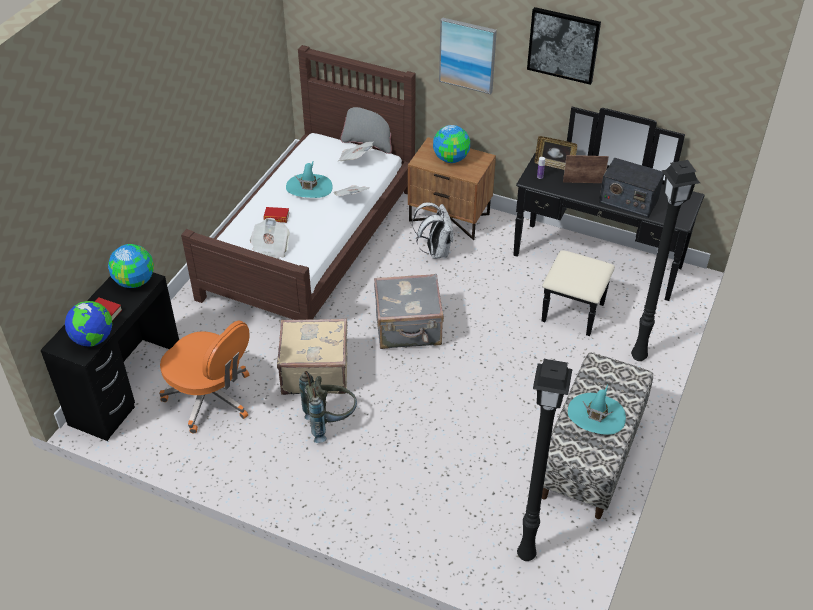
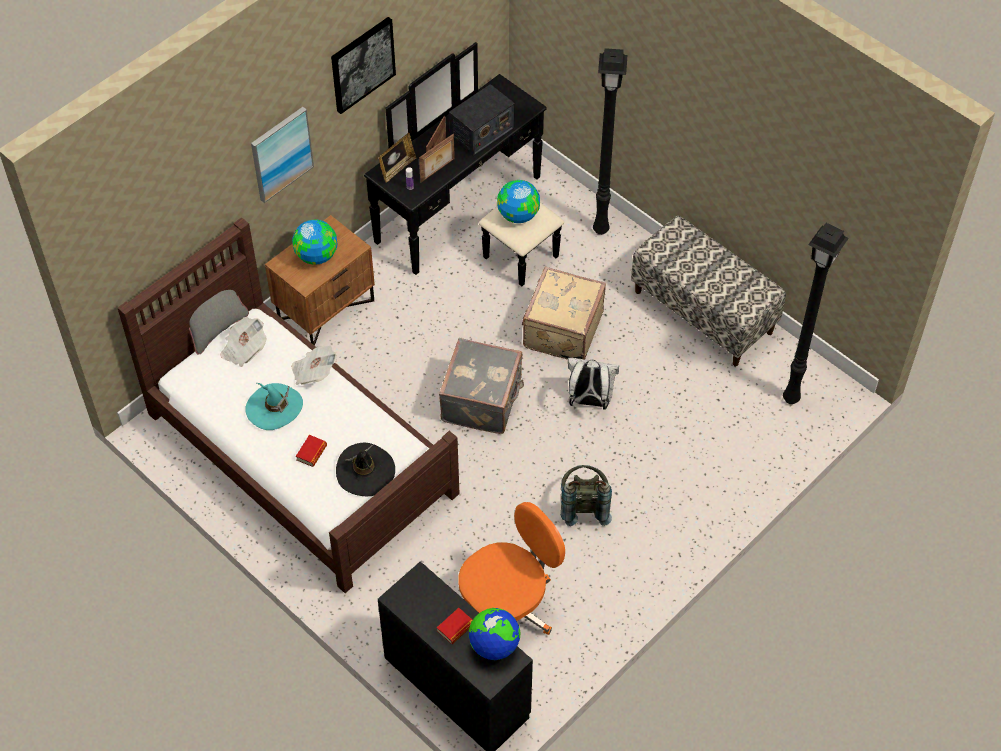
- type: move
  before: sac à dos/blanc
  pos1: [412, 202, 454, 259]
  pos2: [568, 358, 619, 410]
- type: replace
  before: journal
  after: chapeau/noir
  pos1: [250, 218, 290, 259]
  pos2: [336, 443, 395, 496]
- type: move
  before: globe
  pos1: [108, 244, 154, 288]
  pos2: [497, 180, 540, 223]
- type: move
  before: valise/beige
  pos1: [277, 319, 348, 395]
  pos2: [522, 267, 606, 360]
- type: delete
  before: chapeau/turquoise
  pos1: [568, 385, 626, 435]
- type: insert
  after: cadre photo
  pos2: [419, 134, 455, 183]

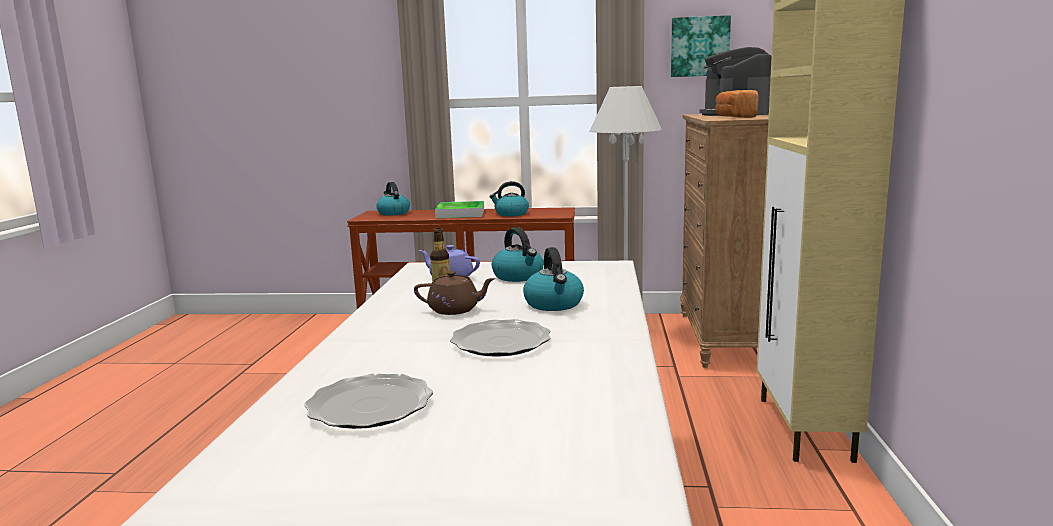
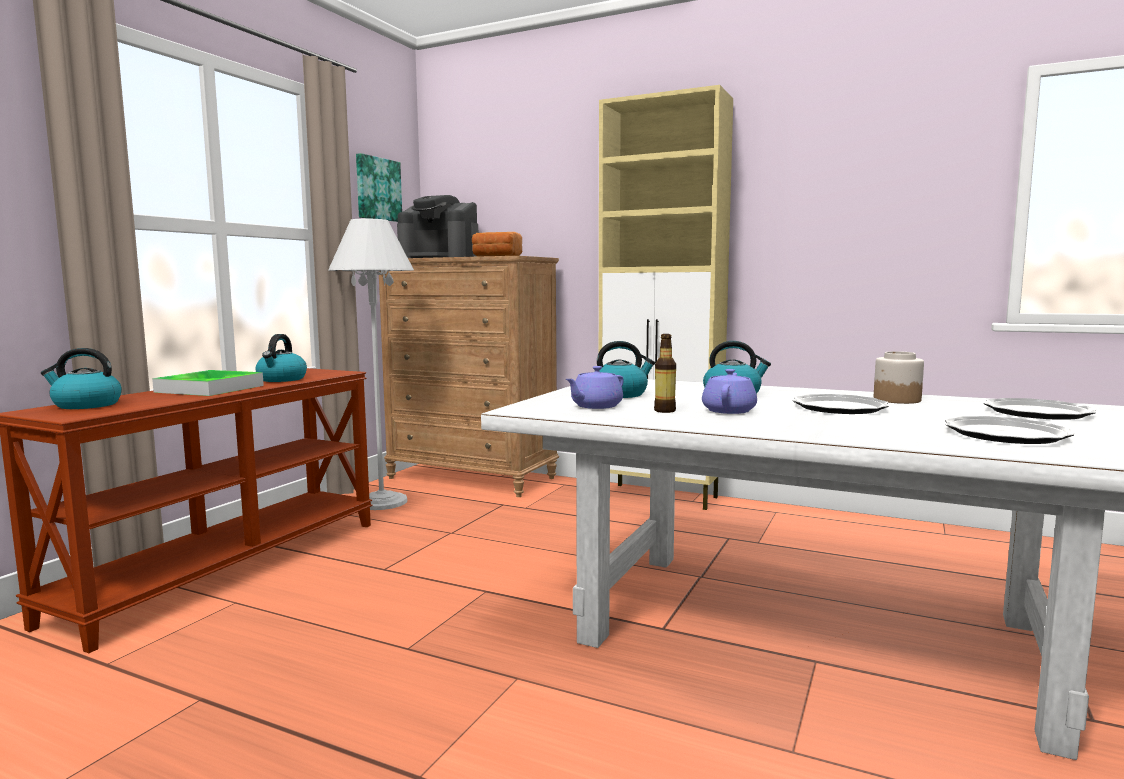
- type: recolor
  before: théière/marron
  after: théière/violet
  pos1: [414, 271, 496, 315]
  pos2: [702, 369, 757, 414]
- type: insert
  after: bocal
  pos2: [874, 351, 924, 404]
- type: insert
  after: assiette
  pos2: [983, 398, 1097, 420]

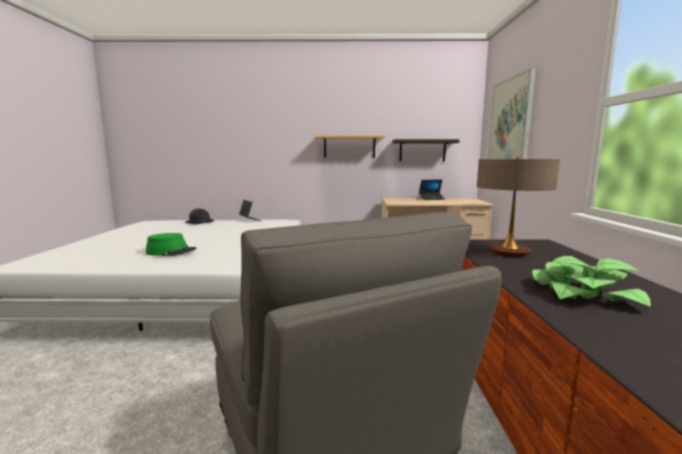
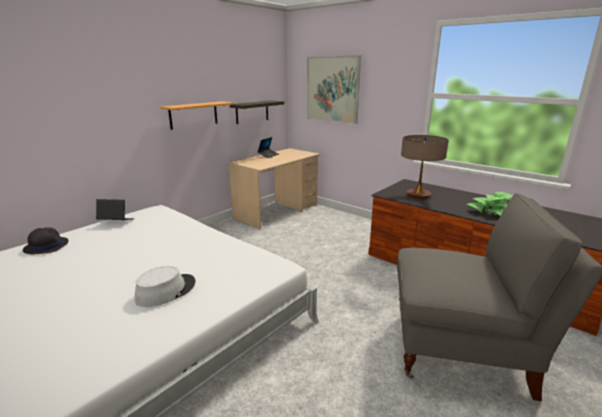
- type: recolor
  before: chapeau/vert
  after: chapeau/gris
  pos1: [146, 233, 196, 256]
  pos2: [135, 266, 195, 307]

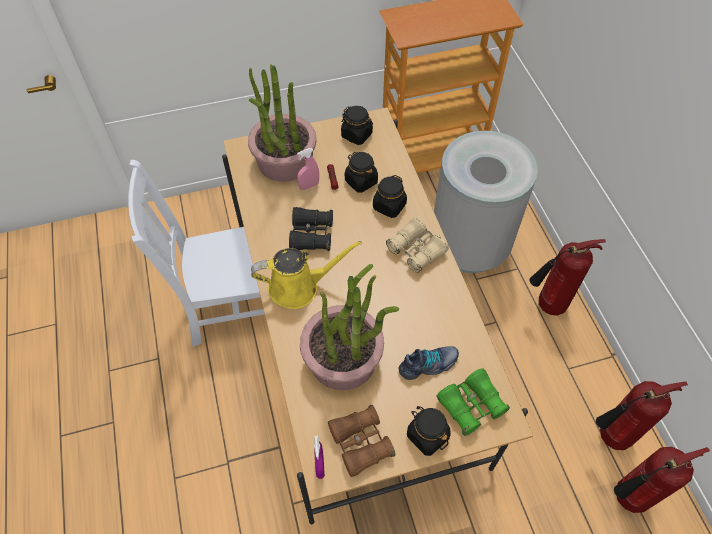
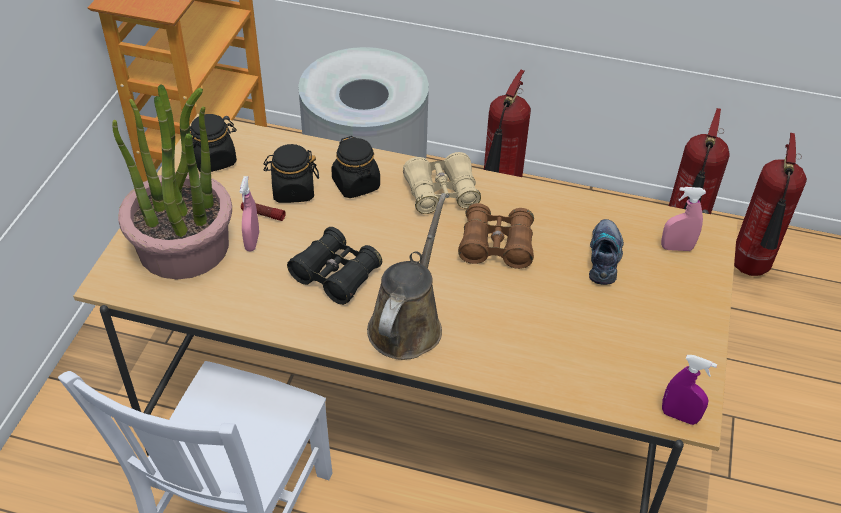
- type: recolor
  before: arrosoir/jaune
  after: arrosoir/marron
  pos1: [251, 241, 362, 309]
  pos2: [367, 193, 447, 360]
- type: delete
  before: plante en pot
  pos1: [300, 264, 399, 390]
- type: replace
  before: jumelles/vert
  after: vaporisateur/rose
  pos1: [437, 368, 510, 436]
  pos2: [661, 187, 706, 251]
- type: move
  before: jumelles/marron
  pos1: [328, 405, 395, 477]
  pos2: [458, 203, 534, 269]
- type: delete
  before: bocal/noir
  pos1: [407, 406, 451, 456]

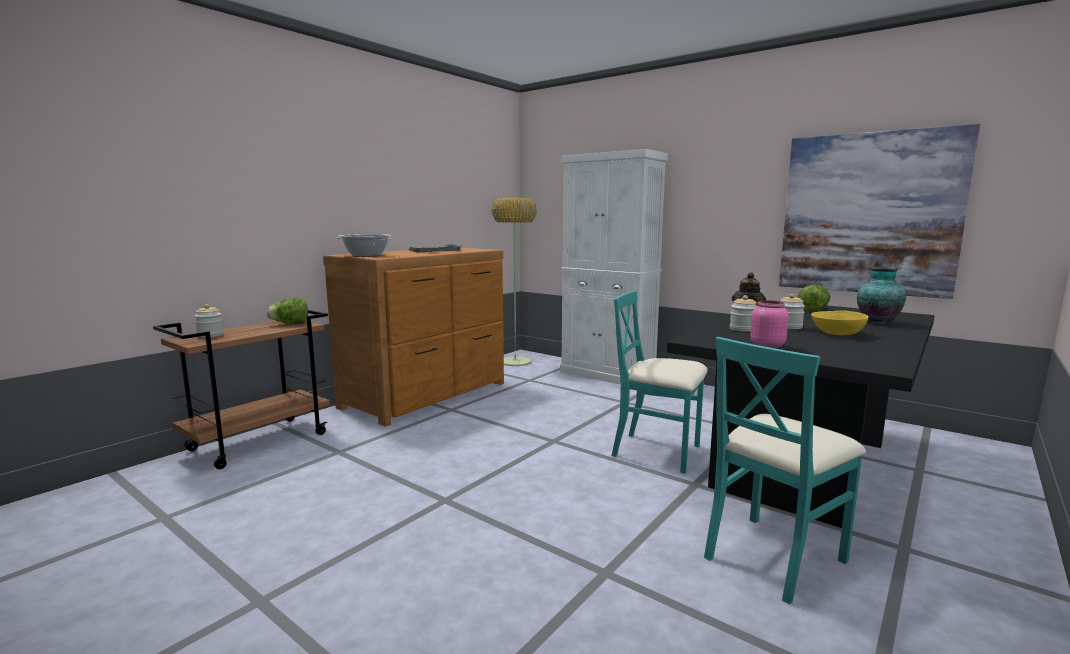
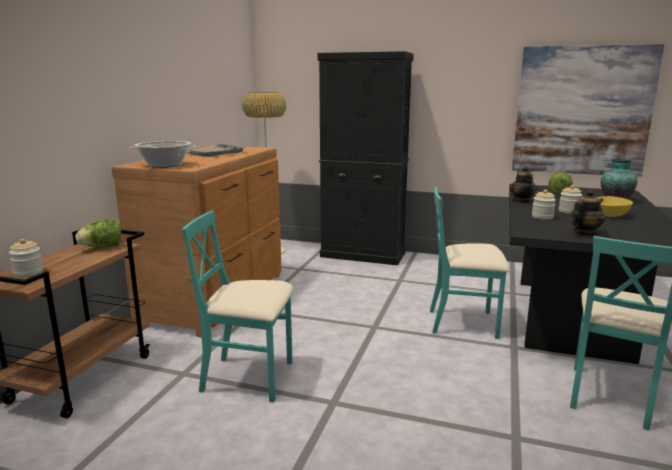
- type: recolor
  before: meuble de rangement/blanc
  after: meuble de rangement/noir
  pos1: [560, 149, 668, 385]
  pos2: [318, 51, 414, 265]
- type: replace
  before: bocal/rose
  after: théière
  pos1: [750, 300, 789, 349]
  pos2: [570, 189, 605, 235]
- type: insert
  after: chaise/turquoise
  pos2: [182, 211, 293, 403]

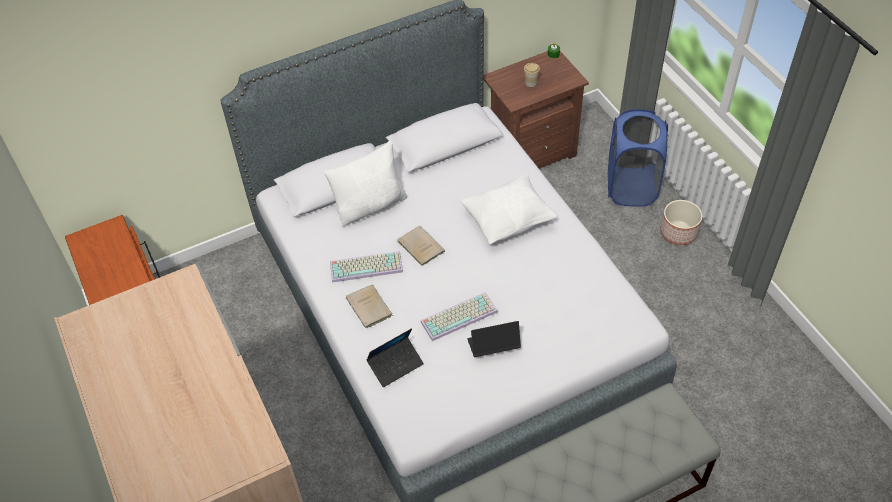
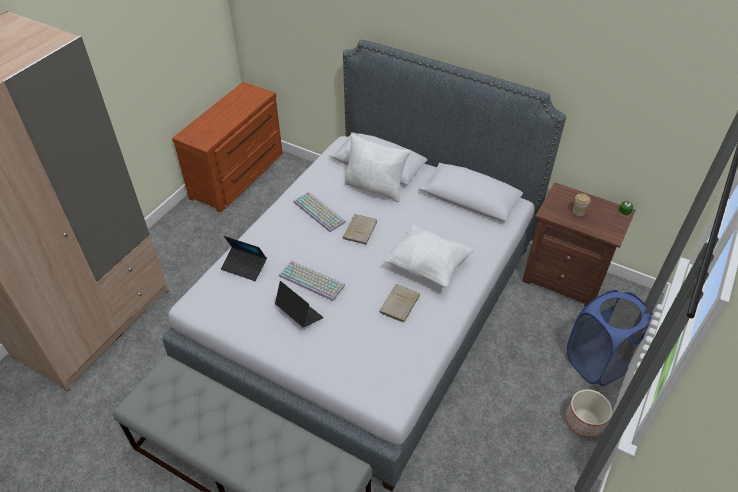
- type: move
  before: livre/beige
  pos1: [346, 284, 393, 328]
  pos2: [380, 284, 420, 323]

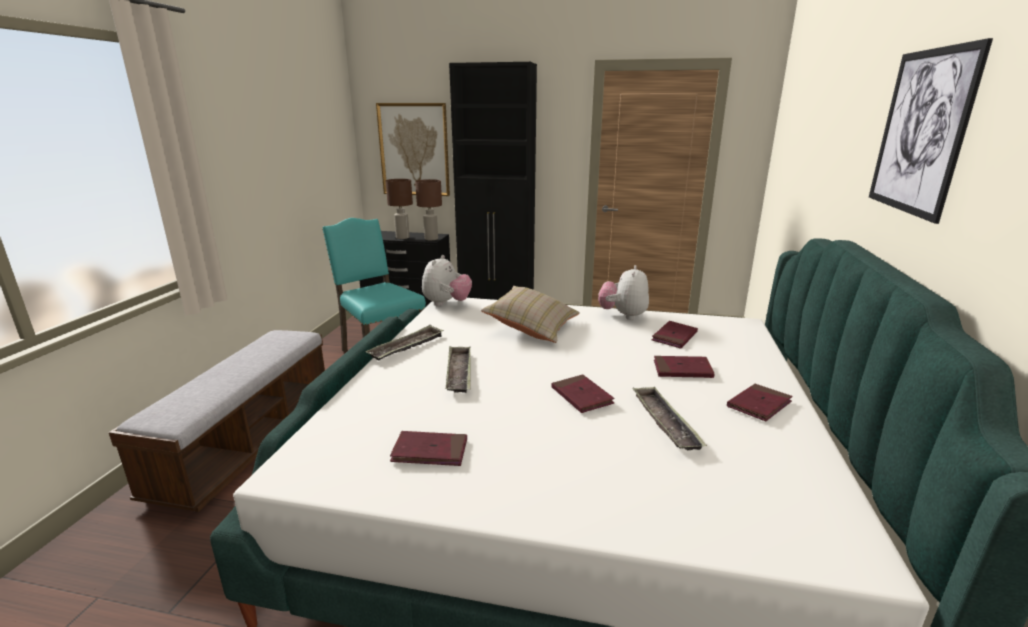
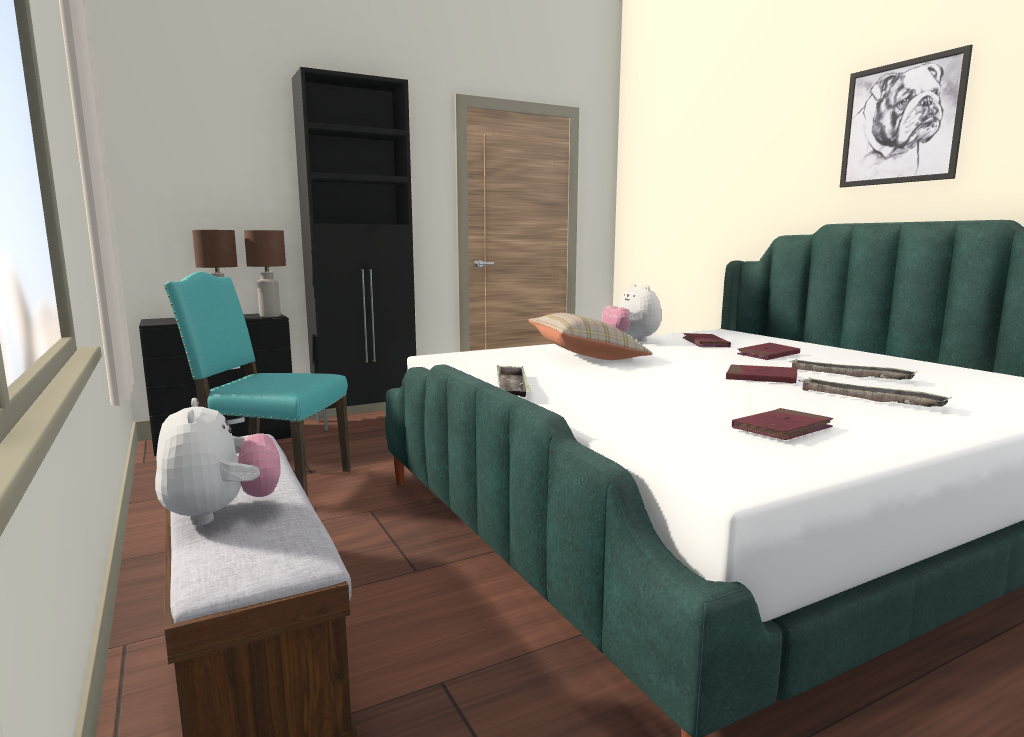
- type: delete
  before: tableau
  pos1: [376, 103, 450, 196]
- type: move
  before: peluche
  pos1: [422, 255, 472, 306]
  pos2: [155, 398, 281, 525]
- type: move
  before: plateau
  pos1: [446, 346, 470, 393]
  pos2: [799, 378, 952, 407]
- type: delete
  before: livre/rouge
  pos1: [727, 384, 793, 421]

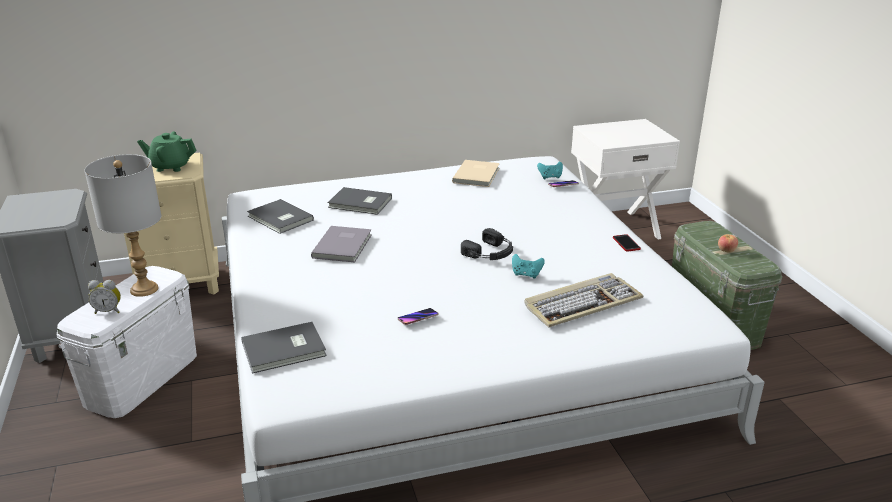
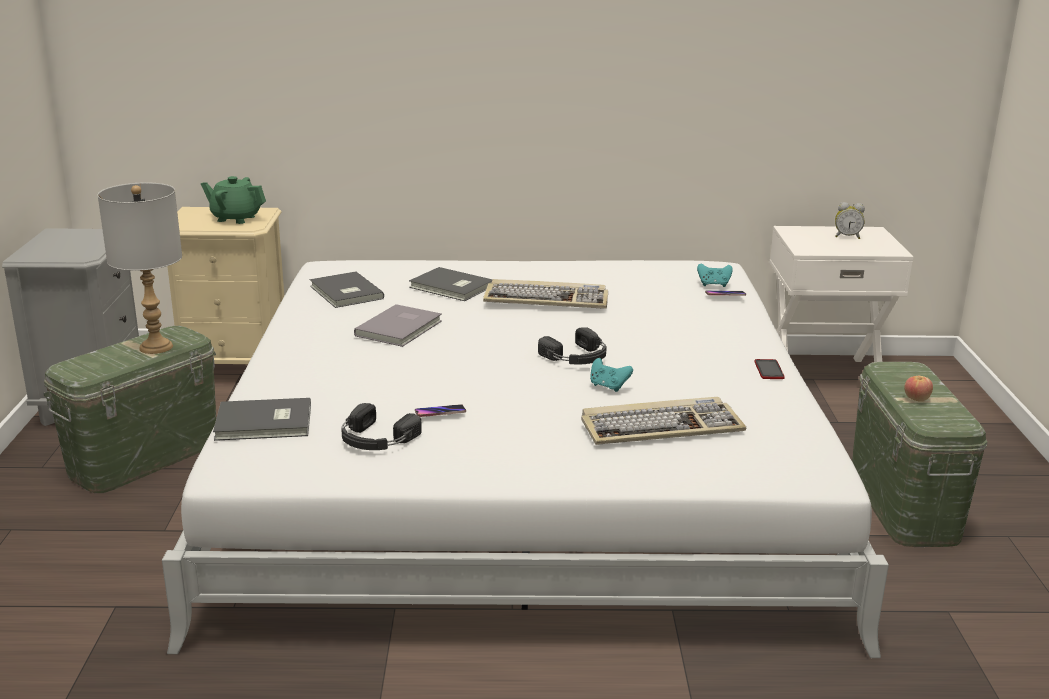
- type: delete
  before: livre/beige
  pos1: [452, 160, 500, 187]
- type: recolor
  before: boîte de rangement/blanc
  after: boîte de rangement/vert
  pos1: [57, 266, 197, 418]
  pos2: [43, 326, 216, 493]
- type: move
  before: réveil
  pos1: [88, 280, 121, 314]
  pos2: [835, 202, 865, 239]
- type: insert
  after: clavier
  pos2: [483, 279, 608, 309]
- type: insert
  after: casque audio/noir
  pos2: [341, 403, 422, 450]

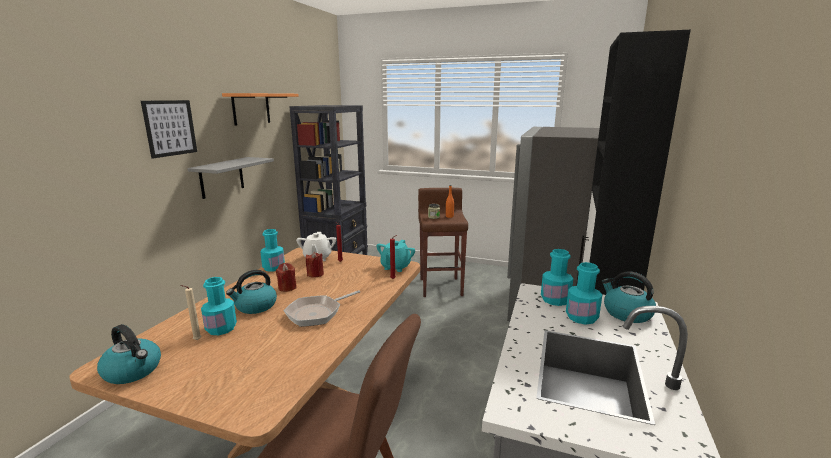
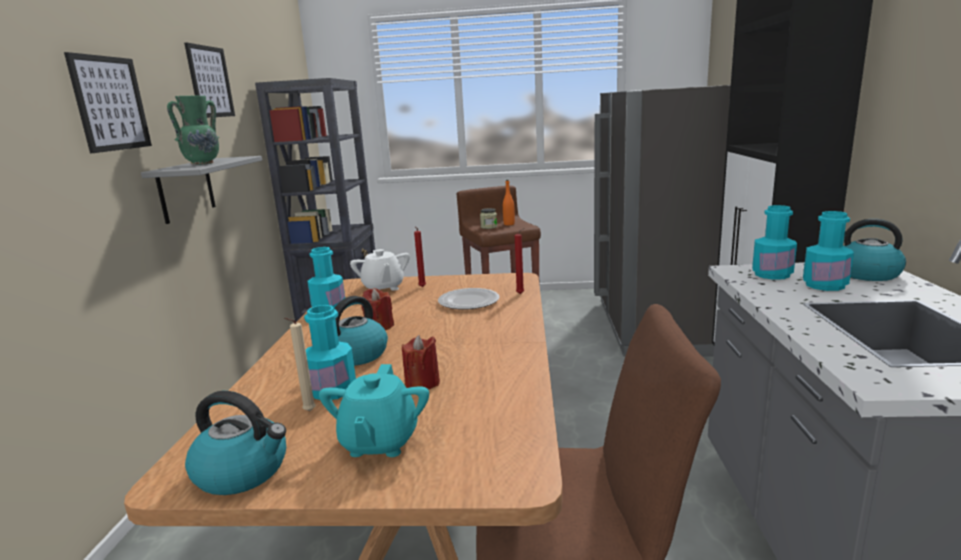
- type: replace
  before: étagère/orange
  after: tableau
  pos1: [222, 93, 299, 126]
  pos2: [184, 43, 235, 118]
- type: move
  before: théière/turquoise
  pos1: [376, 240, 415, 272]
  pos2: [319, 364, 429, 457]
- type: move
  before: bougie/rouge
  pos1: [306, 251, 324, 278]
  pos2: [402, 335, 440, 390]
- type: delete
  before: poêle
  pos1: [284, 290, 360, 327]
- type: insert
  after: vase/vert
  pos2: [167, 95, 219, 165]
- type: insert
  after: assiette
  pos2: [438, 288, 500, 310]

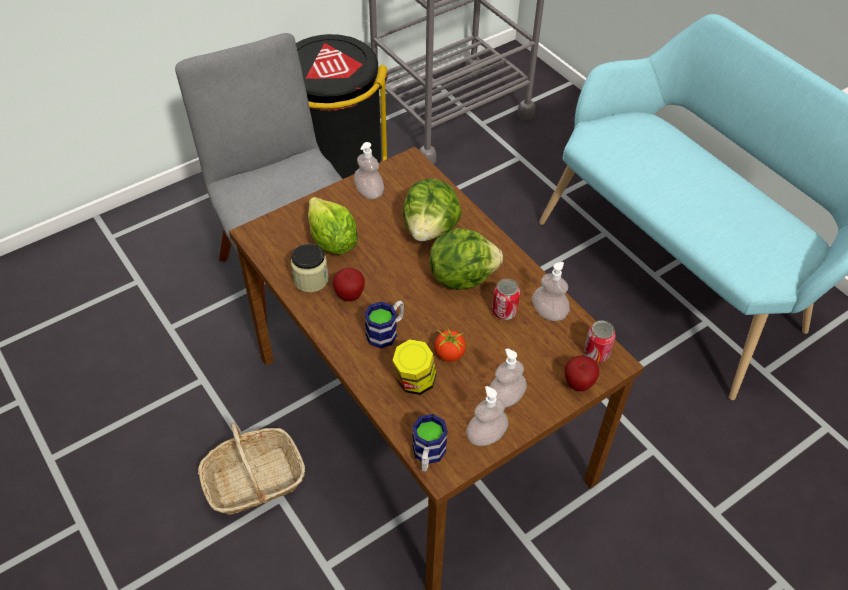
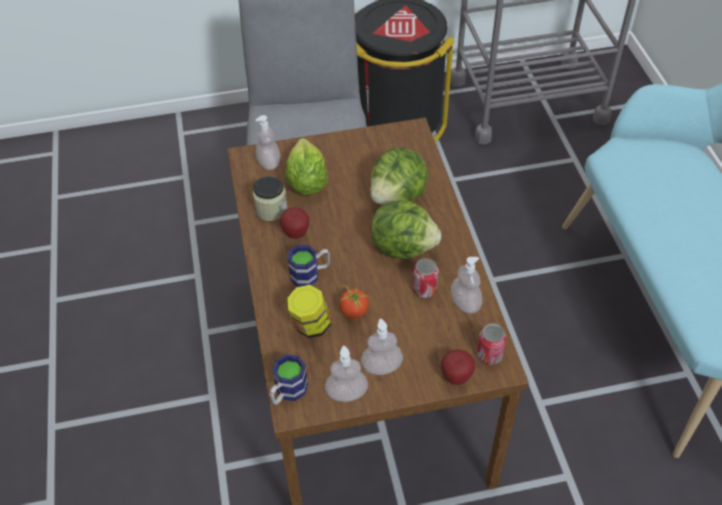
- type: move
  before: distributeur de savon
  pos1: [354, 142, 384, 199]
  pos2: [256, 115, 280, 170]
- type: delete
  before: panier
  pos1: [198, 422, 305, 515]

